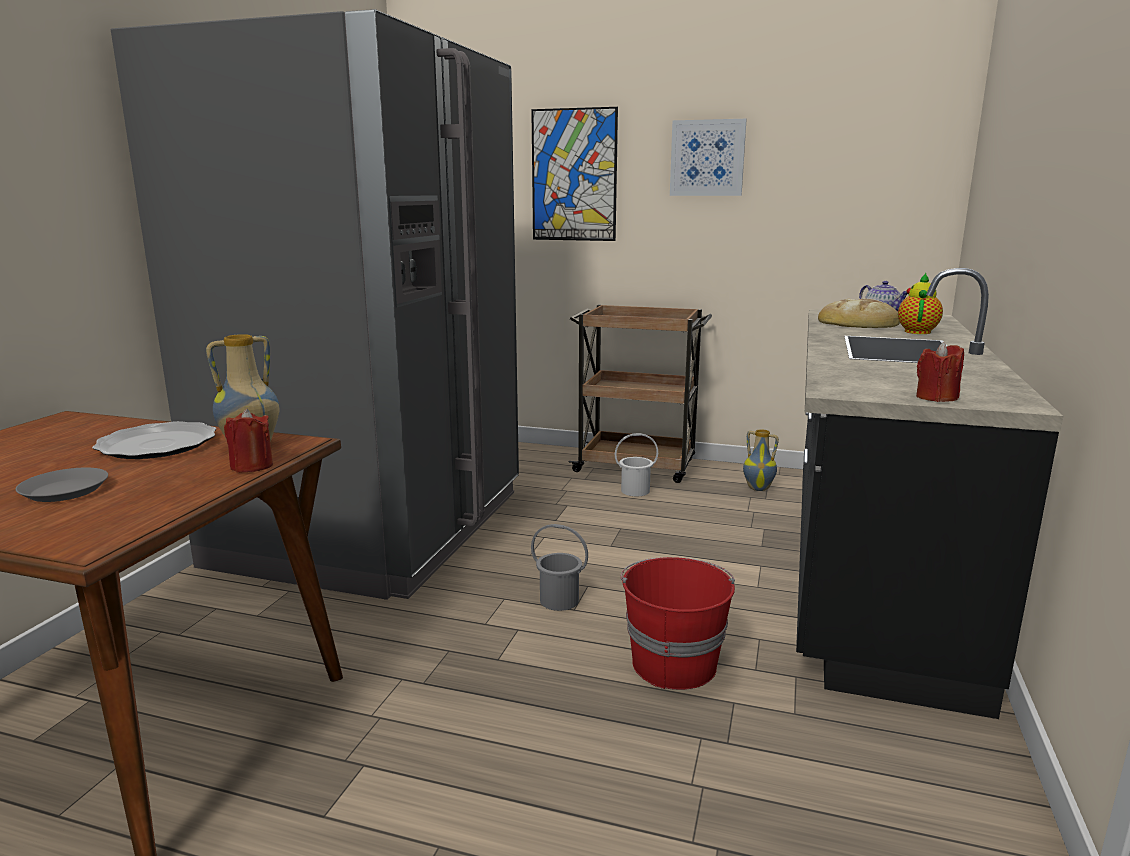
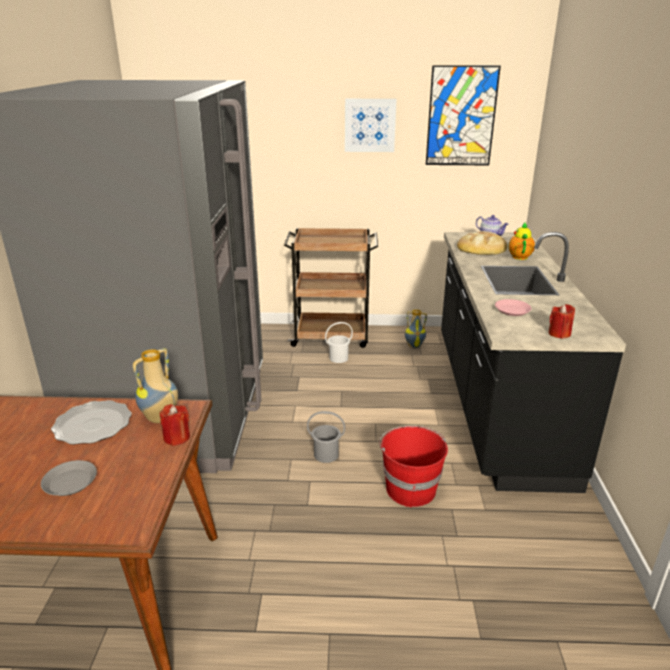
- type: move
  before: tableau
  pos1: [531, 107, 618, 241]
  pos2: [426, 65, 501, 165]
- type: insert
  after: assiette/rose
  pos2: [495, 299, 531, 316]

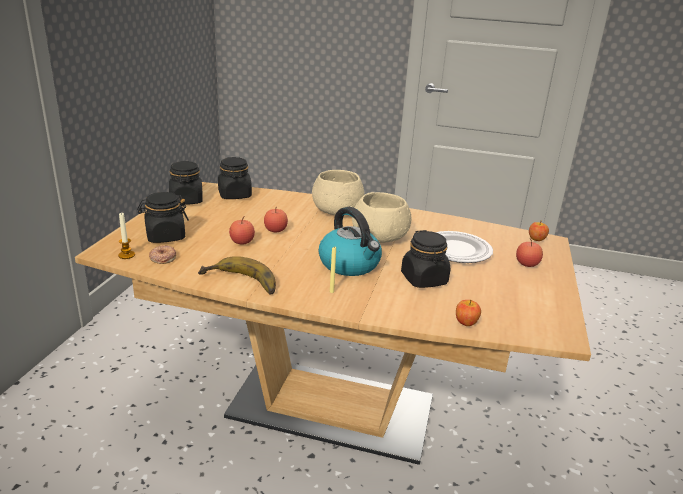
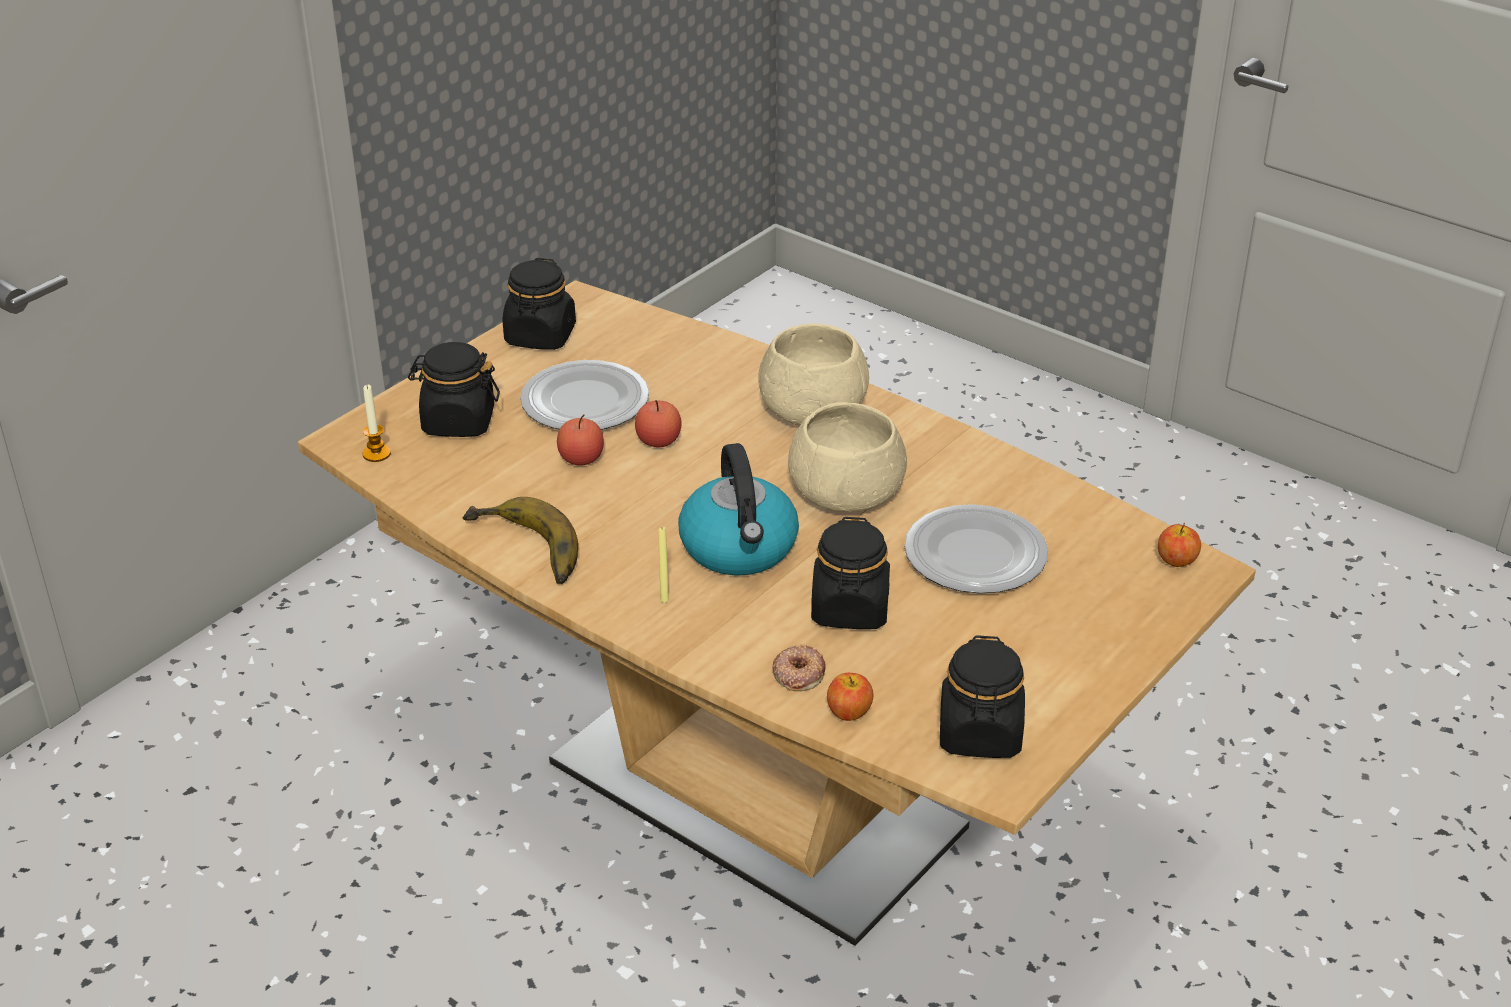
- type: move
  before: bocal/noir
  pos1: [218, 157, 252, 199]
  pos2: [940, 635, 1025, 758]
- type: delete
  before: pomme
  pos1: [516, 239, 543, 267]
- type: move
  before: beignet
  pos1: [149, 245, 176, 264]
  pos2: [772, 644, 826, 691]
- type: insert
  after: assiette
  pos2: [520, 360, 649, 430]

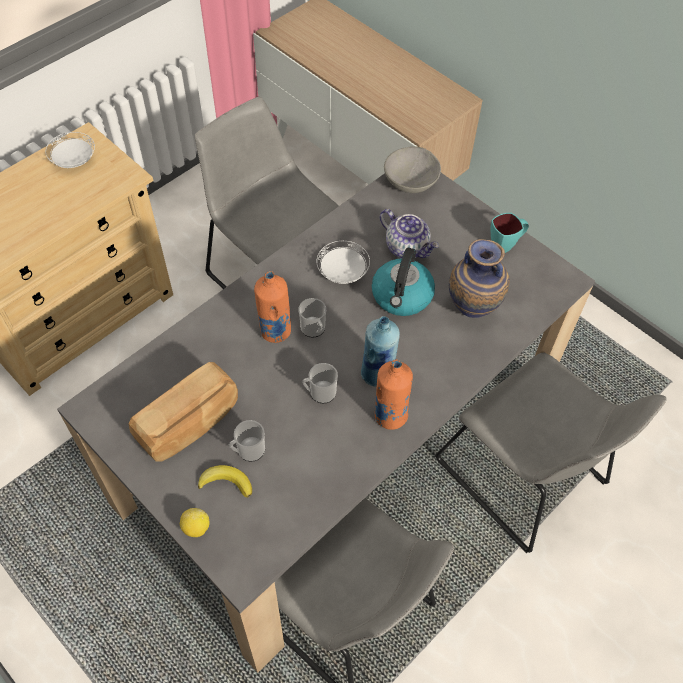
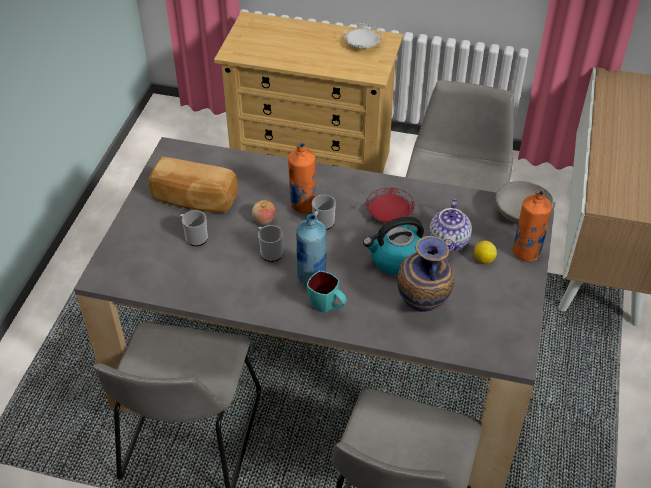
- type: move
  before: mug/turquoise
  pos1: [491, 213, 529, 253]
  pos2: [307, 271, 347, 313]
- type: recolor
  before: assiette/blanc
  after: assiette/rouge
  pos1: [316, 241, 370, 284]
  pos2: [366, 188, 415, 223]
- type: move
  before: bouteille/orange
  pos1: [375, 359, 413, 430]
  pos2: [513, 189, 552, 262]
- type: delete
  before: banane
  pos1: [198, 465, 252, 498]
- type: move
  before: citron
  pos1: [180, 508, 210, 537]
  pos2: [474, 241, 497, 263]
- type: insert
  after: pomme
  pos2: [252, 200, 276, 225]

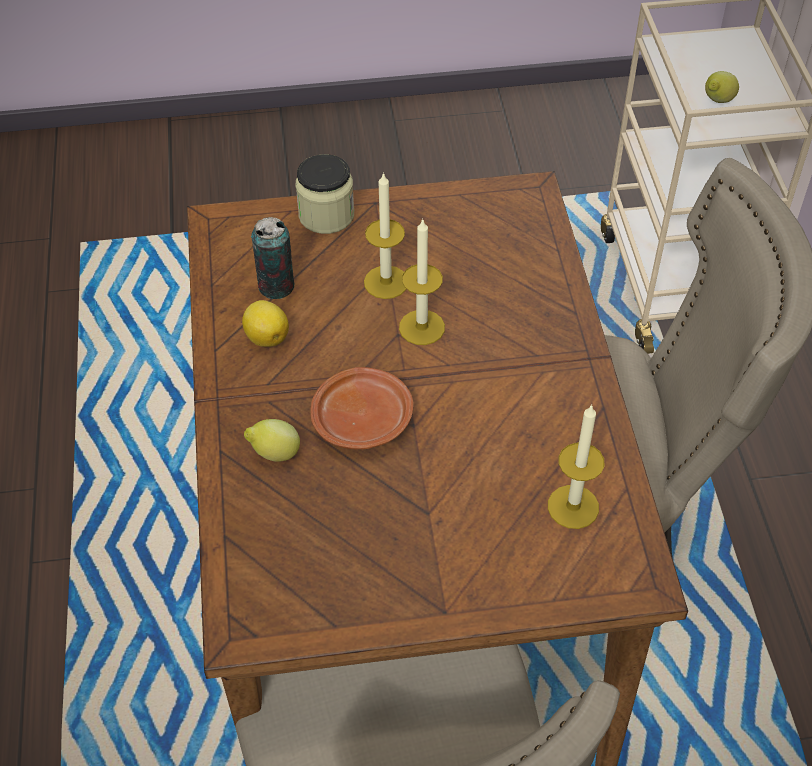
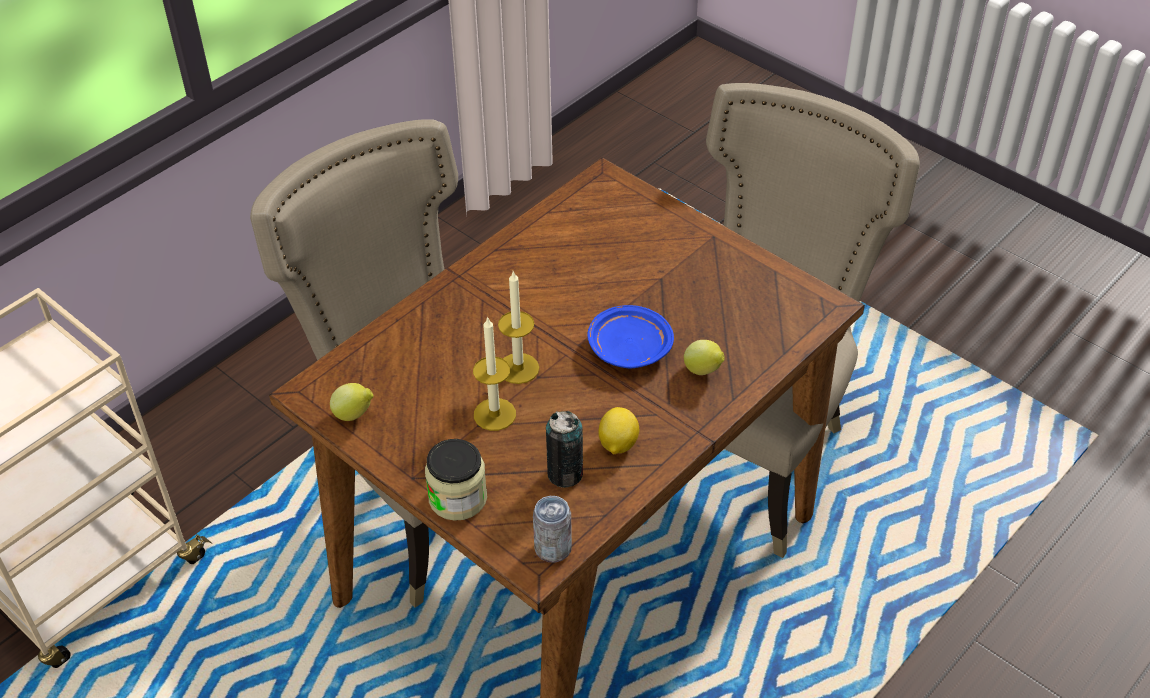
- type: move
  before: citron
  pos1: [705, 71, 739, 103]
  pos2: [330, 383, 373, 421]
- type: recolor
  before: assiette/marron
  after: assiette/bleu
  pos1: [310, 367, 413, 449]
  pos2: [587, 305, 674, 368]
- type: delete
  before: bougie
  pos1: [548, 404, 604, 529]
- type: insert
  after: boîte métallique
  pos2: [533, 496, 572, 563]

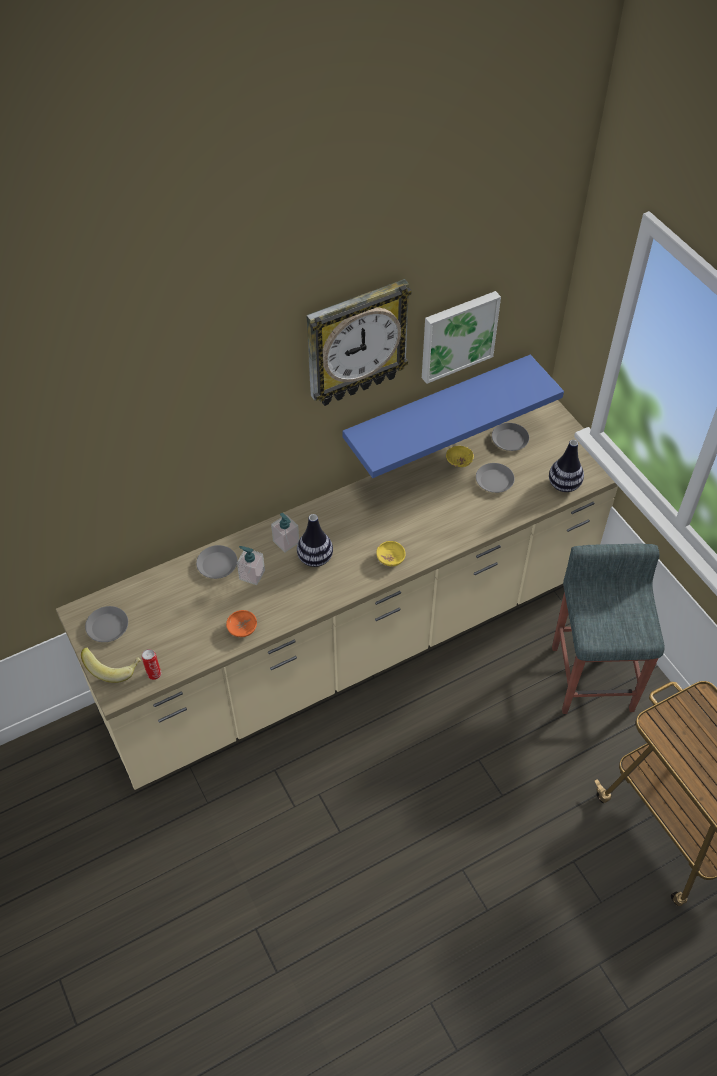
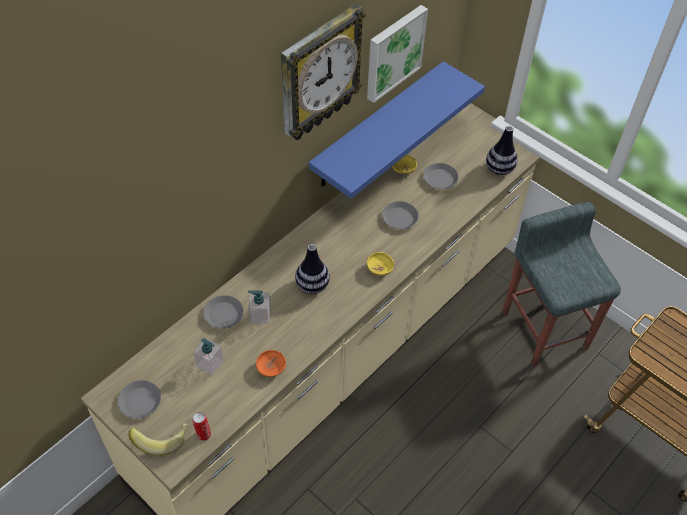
- type: move
  before: assiette/gris
  pos1: [492, 423, 529, 451]
  pos2: [382, 201, 419, 229]
- type: move
  before: distributeur de savon
  pos1: [271, 513, 299, 553]
  pos2: [193, 337, 224, 375]

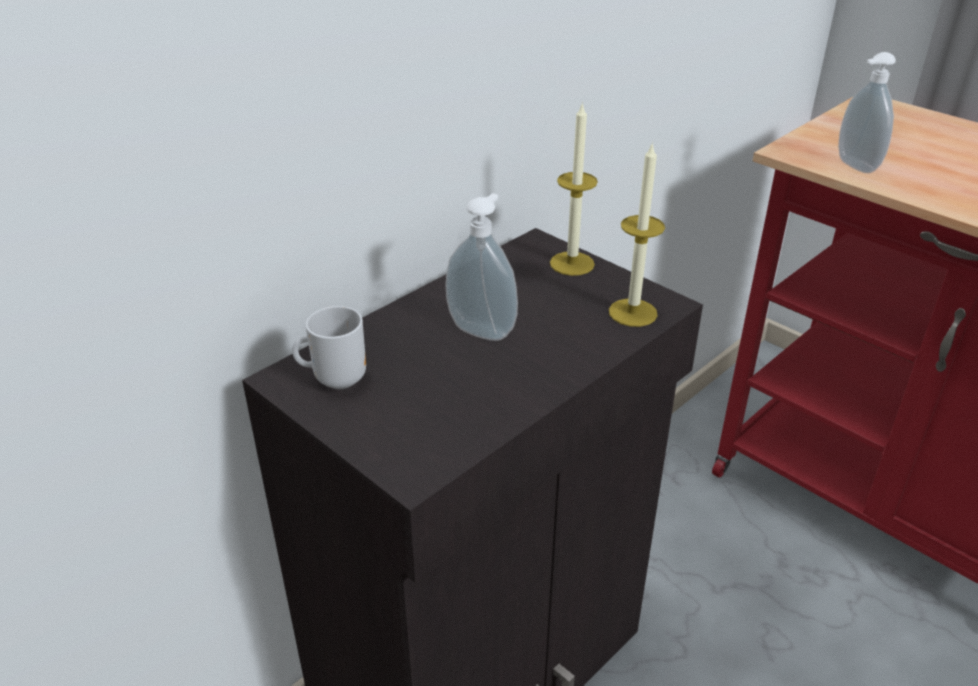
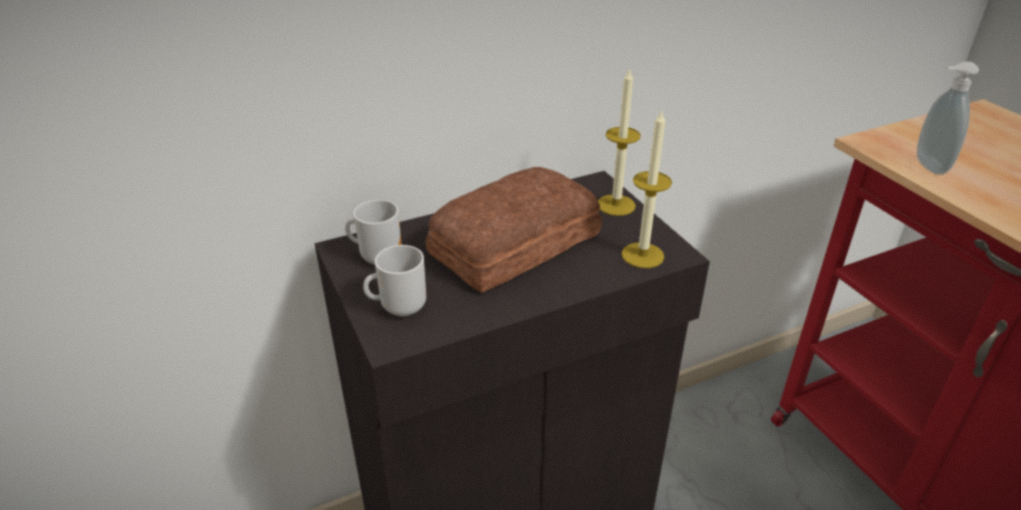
- type: replace
  before: distributeur de savon
  after: pain
  pos1: [446, 193, 518, 341]
  pos2: [426, 167, 602, 293]
- type: insert
  after: mug
  pos2: [363, 245, 426, 317]

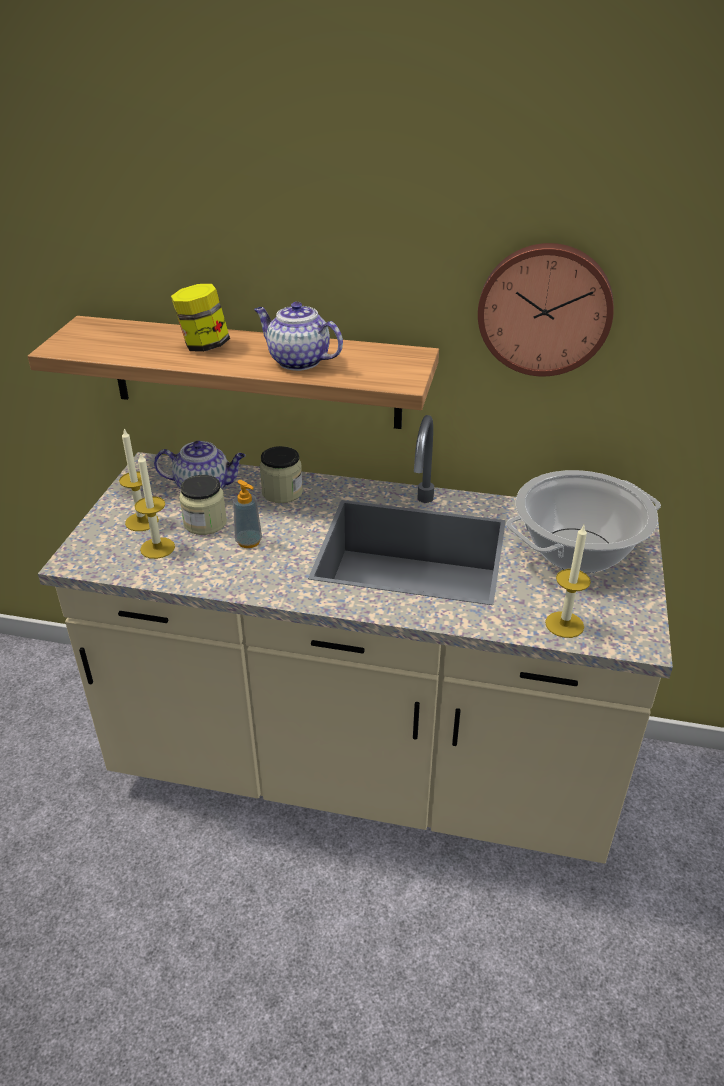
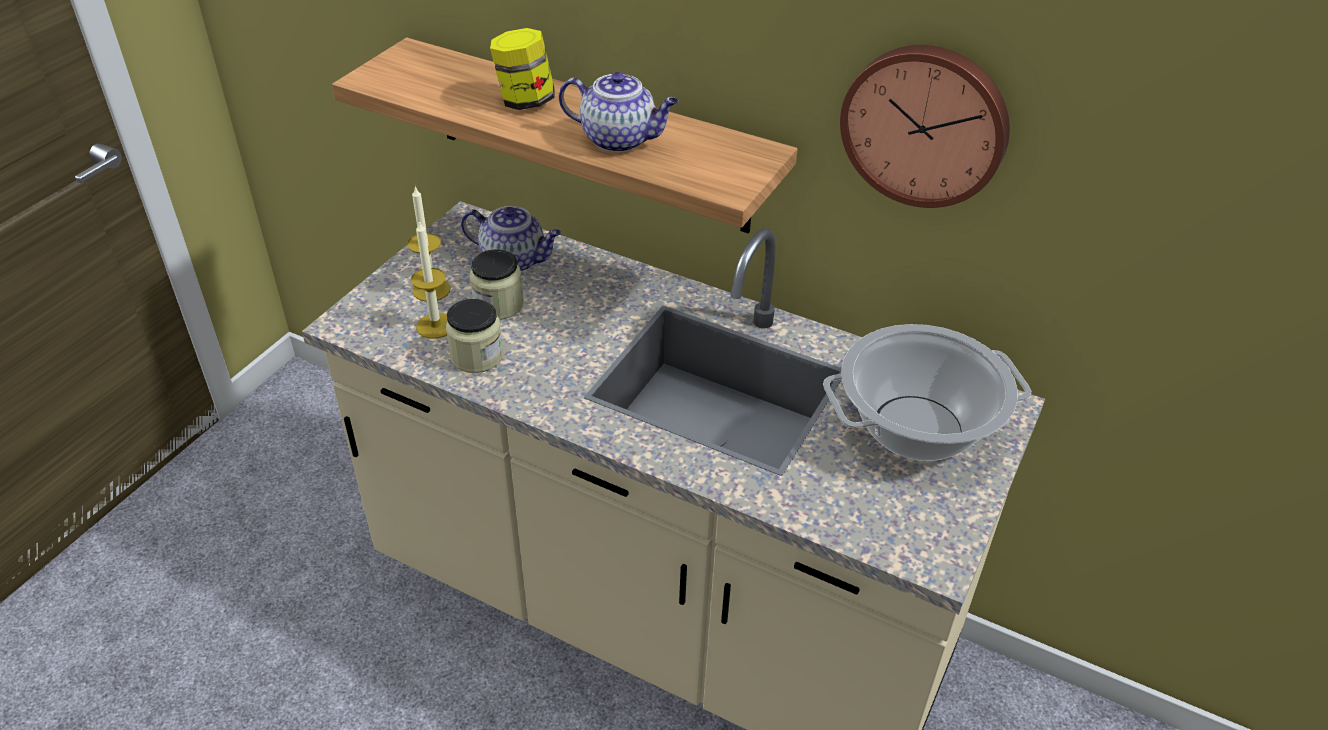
- type: rotate
  before: théière
  pos1: [254, 302, 343, 371]
  pos2: [559, 72, 679, 152]
  turn: 150
- type: move
  before: bocal
  pos1: [260, 446, 303, 503]
  pos2: [446, 299, 503, 373]
- type: delete
  before: distributeur de savon
  pos1: [233, 480, 262, 548]
- type: delete
  before: bougie
  pos1: [545, 525, 591, 638]

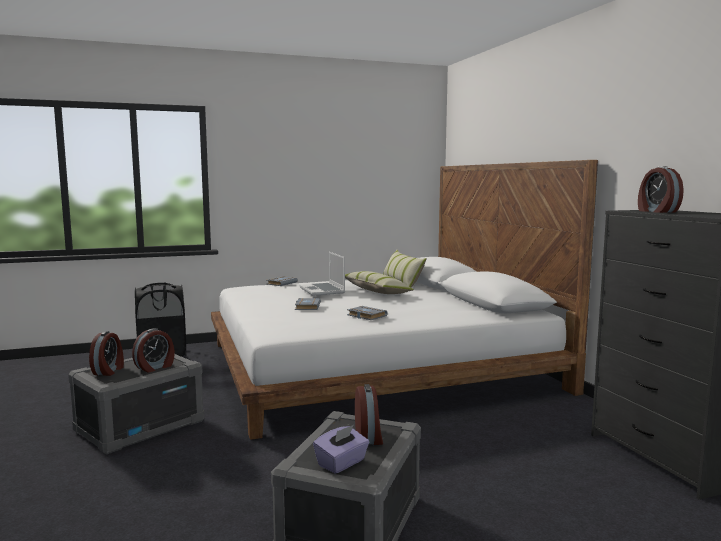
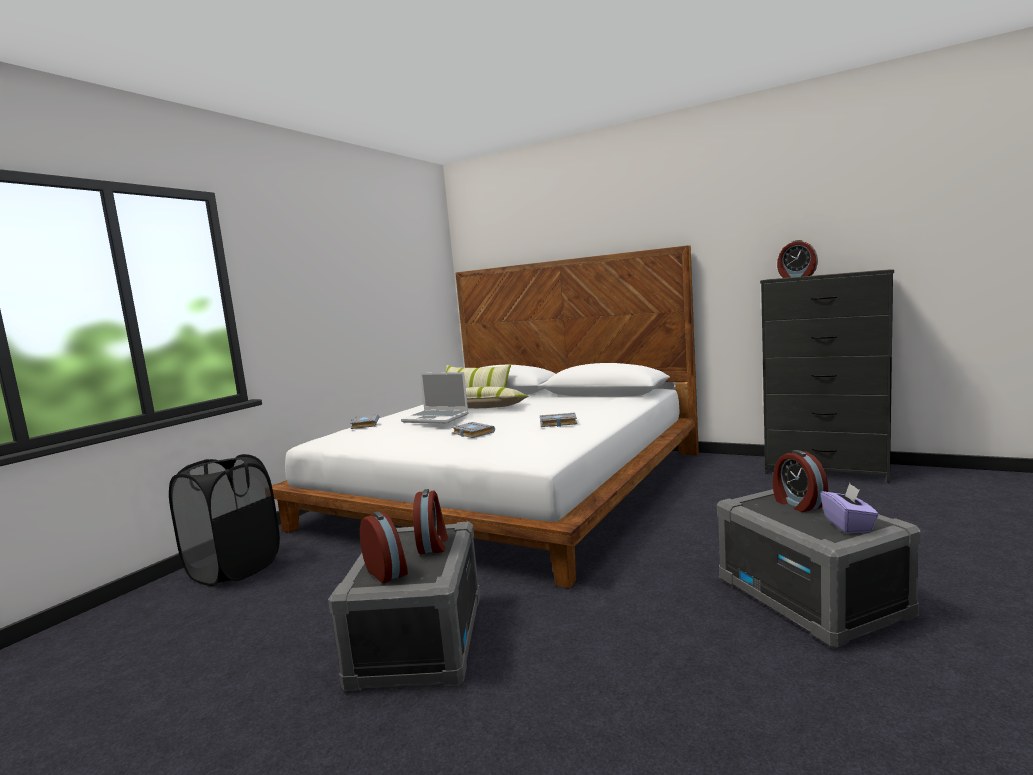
- type: rotate
  before: réveil
  pos1: [355, 384, 383, 445]
  pos2: [773, 450, 828, 512]
  turn: -150

